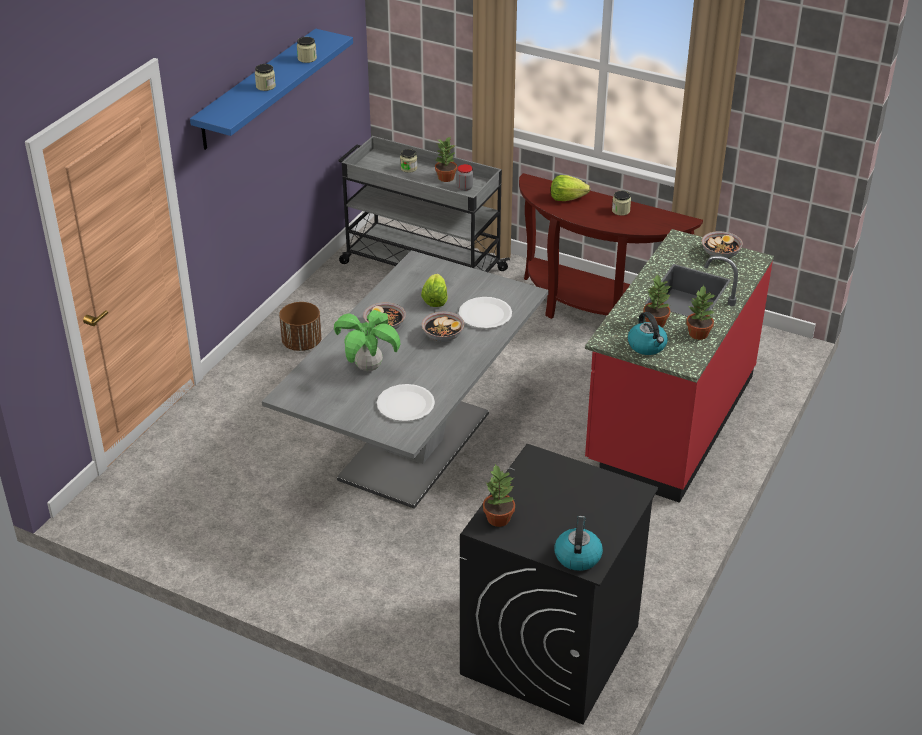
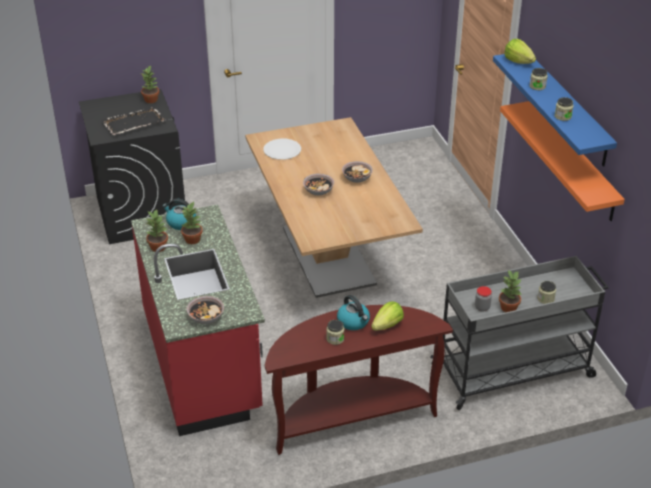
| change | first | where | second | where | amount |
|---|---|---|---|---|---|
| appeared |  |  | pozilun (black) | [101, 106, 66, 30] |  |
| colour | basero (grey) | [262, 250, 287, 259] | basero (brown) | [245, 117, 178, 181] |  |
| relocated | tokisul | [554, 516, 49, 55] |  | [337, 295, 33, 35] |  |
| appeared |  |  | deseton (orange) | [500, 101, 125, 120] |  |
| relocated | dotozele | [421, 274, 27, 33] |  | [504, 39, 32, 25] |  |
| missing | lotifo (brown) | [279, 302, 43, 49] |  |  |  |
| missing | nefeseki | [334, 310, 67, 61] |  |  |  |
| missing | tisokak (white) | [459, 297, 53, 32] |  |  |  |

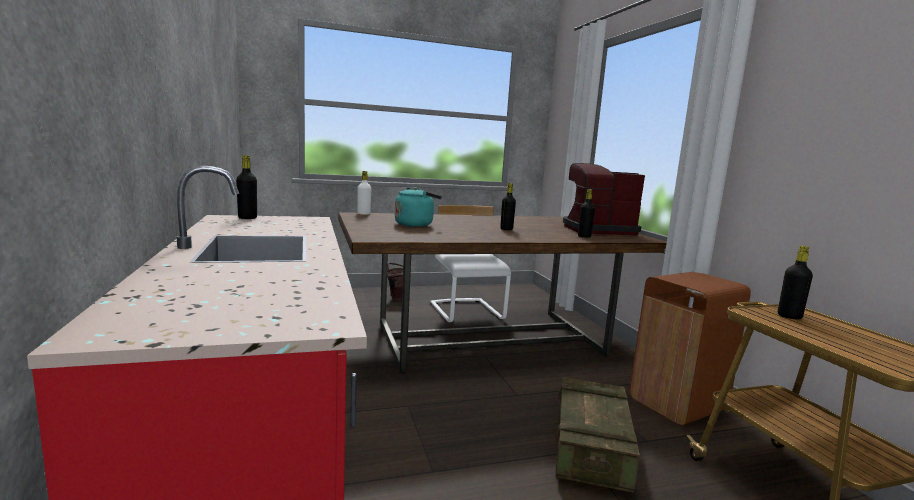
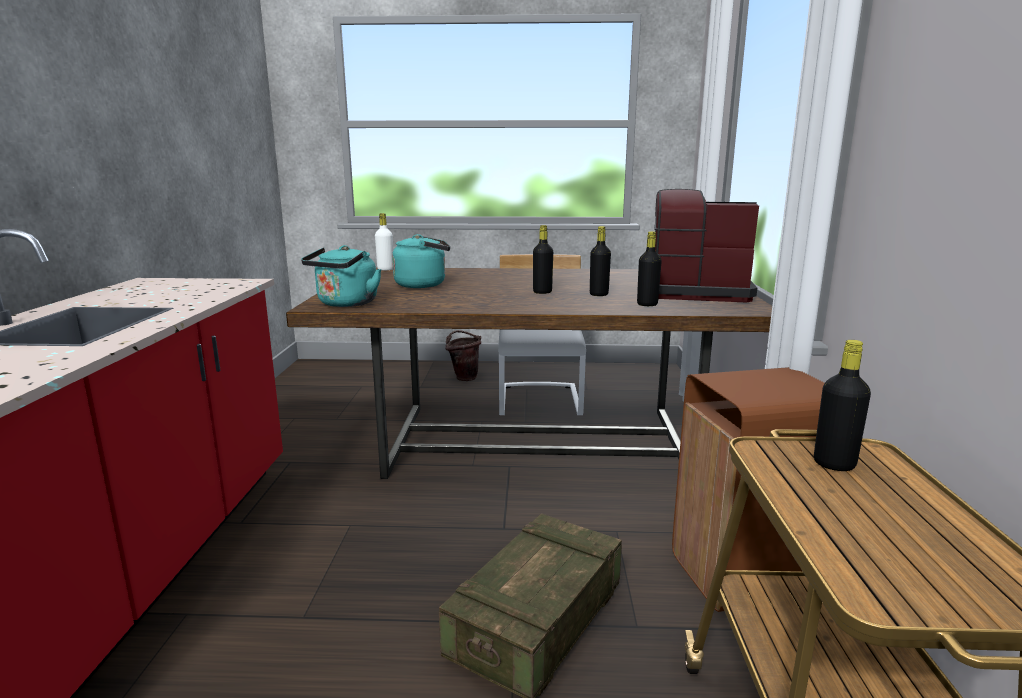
| change | first | where | second | where | amount |
|---|---|---|---|---|---|
| appeared |  |  | tokisul (turquoise) | [301, 245, 81, 62] |  |
| relocated | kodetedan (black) | [236, 155, 21, 64] |  | [590, 226, 21, 70] |  |

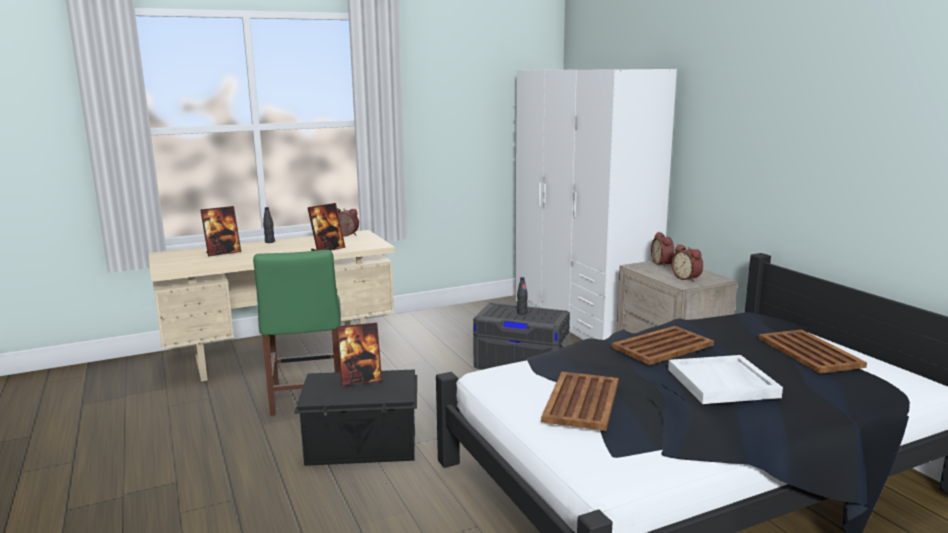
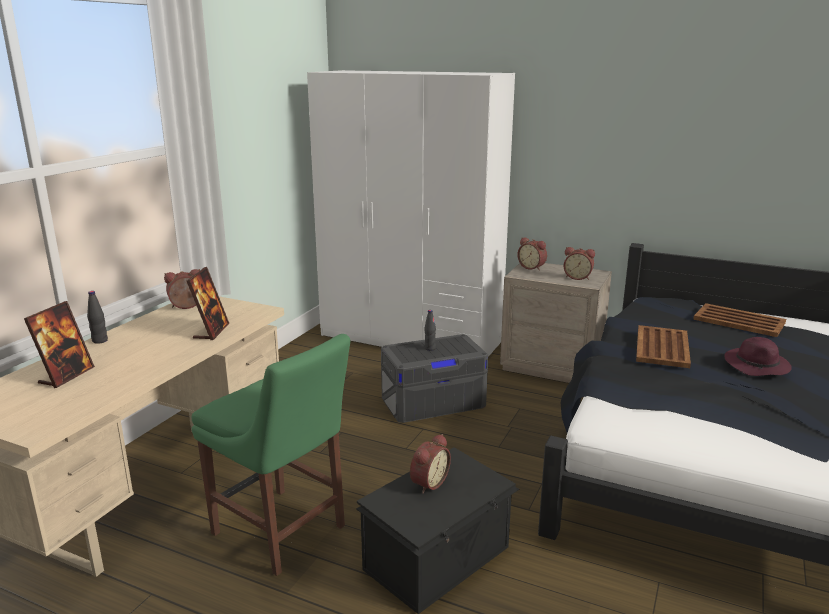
| change | first | where | second | where | amount |
|---|---|---|---|---|---|
| exchanged | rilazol | [337, 323, 45, 63] | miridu | [410, 434, 41, 59] |  |
| exchanged | pozilun (white) | [668, 355, 115, 49] | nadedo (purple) | [724, 337, 68, 39] |  |
| missing | pozilun (brown) | [541, 371, 78, 60] |  |  |  |

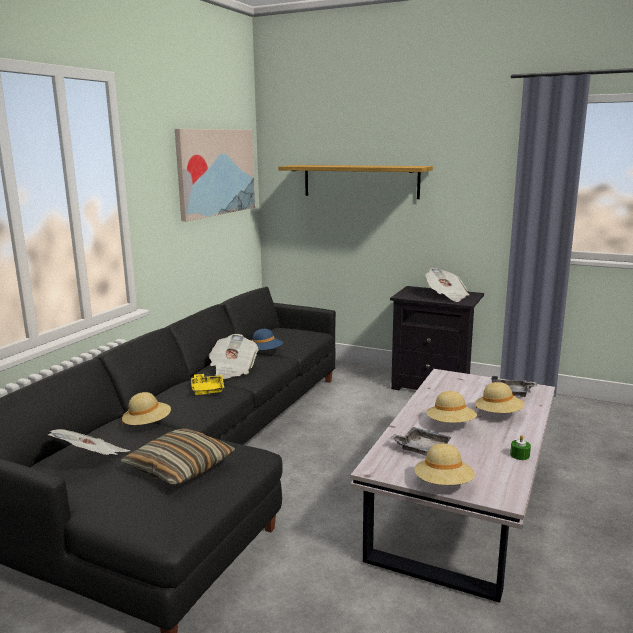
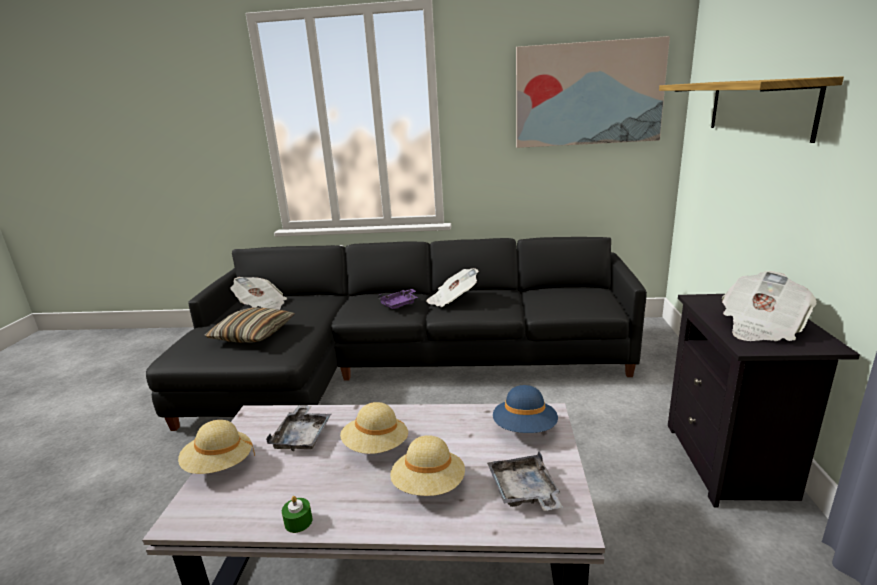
| change | first | where | second | where | amount |
|---|---|---|---|---|---|
| colour | pozilun (yellow) | [191, 374, 33, 21] | pozilun (purple) | [378, 289, 40, 20] |  |
| relocated | nadedo (blue) | [252, 329, 31, 21] |  | [493, 385, 65, 48] |  |
| missing | nadedo (beige) | [122, 392, 49, 34] |  |  |  |

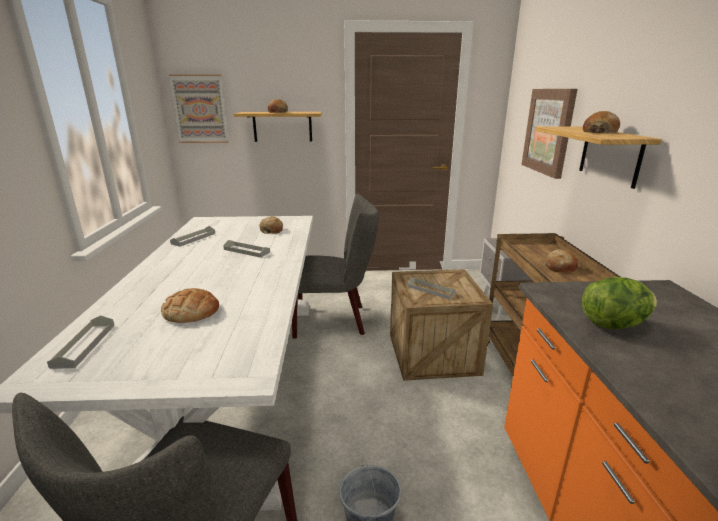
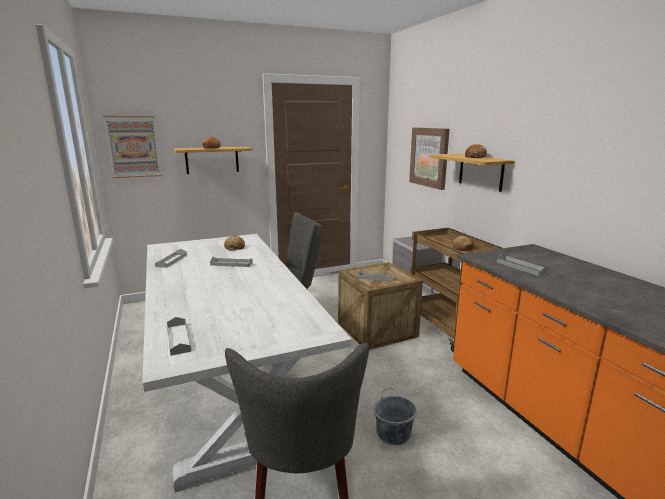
| change | first | where | second | where | amount |
|---|---|---|---|---|---|
| exchanged | dotozele | [582, 277, 75, 52] | pozilun (grey) | [497, 253, 53, 23] |  |
| missing | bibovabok | [161, 288, 58, 35] |  |  |  |

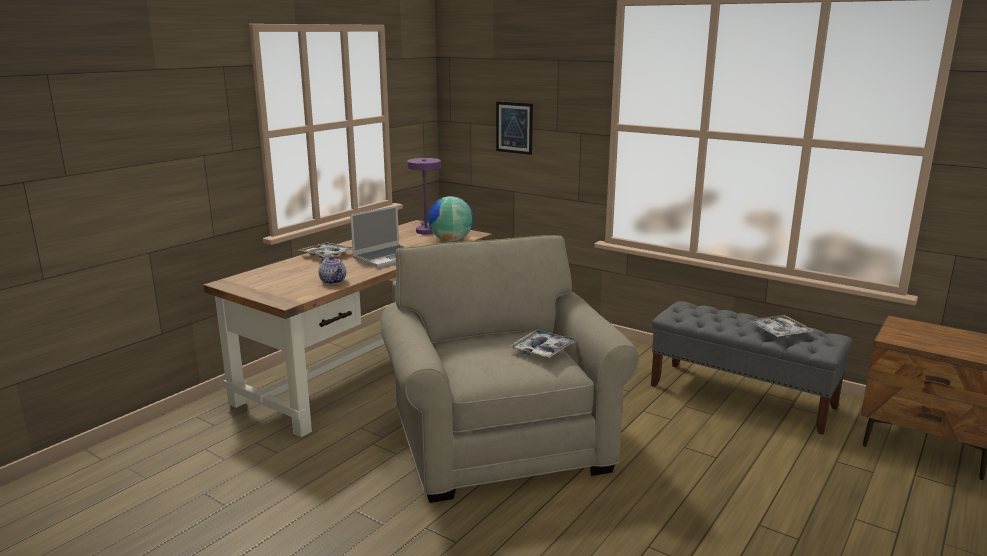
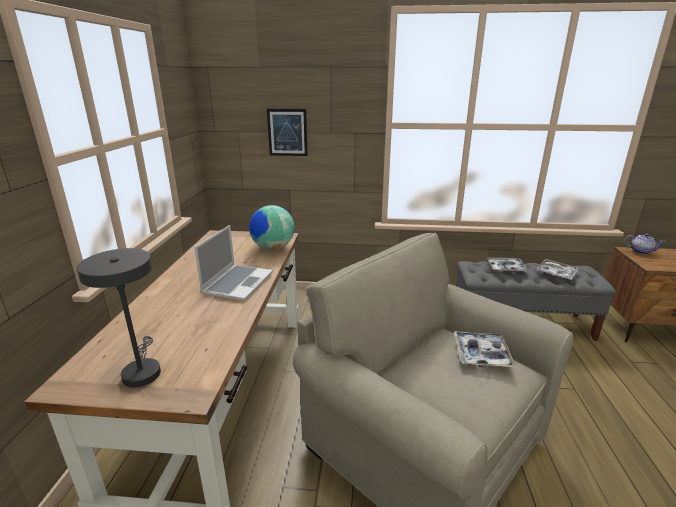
| change | first | where | second | where | amount |
|---|---|---|---|---|---|
| appeared |  |  | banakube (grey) | [77, 248, 84, 139] |  |
| relocated | pozilun | [300, 242, 52, 16] |  | [487, 257, 42, 15] |  |
| relocated | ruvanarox | [318, 256, 28, 29] |  | [624, 233, 41, 22] |  |
| missing | banakube (purple) | [407, 158, 34, 76] |  |  |  |

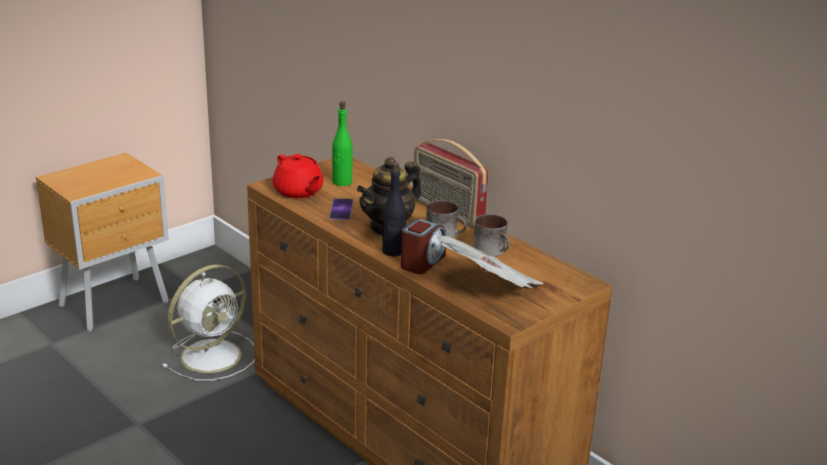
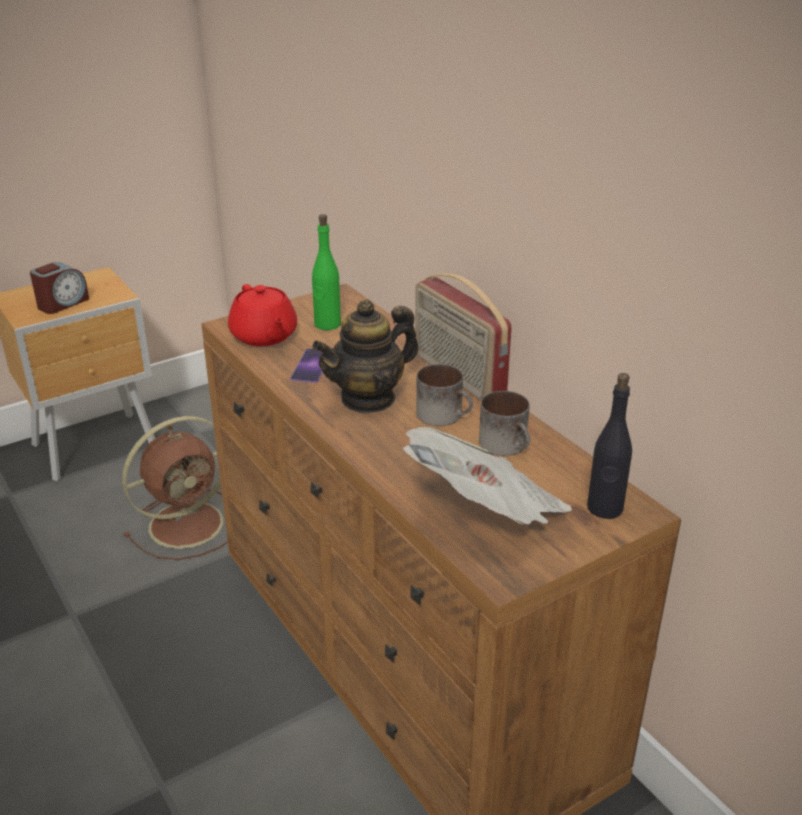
| change | first | where | second | where | amount |
|---|---|---|---|---|---|
| relocated | miridu | [401, 219, 46, 55] |  | [30, 262, 59, 52] |  |
| colour | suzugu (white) | [162, 264, 93, 117] | suzugu (brown) | [122, 416, 106, 144] |  |
| relocated | kodetedan (black) | [382, 162, 24, 94] |  | [587, 373, 45, 146] |  |

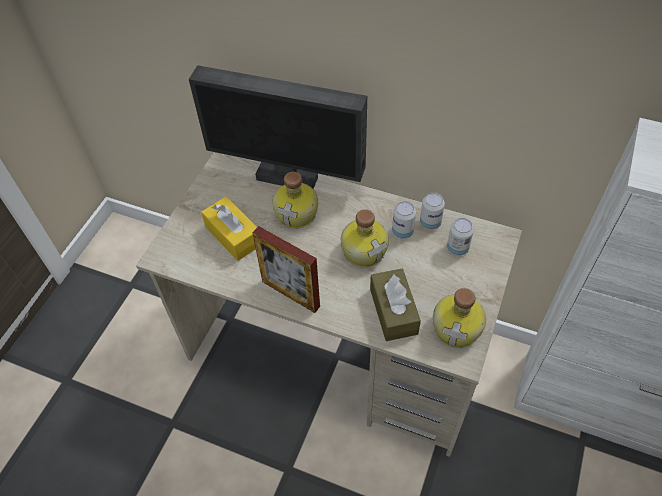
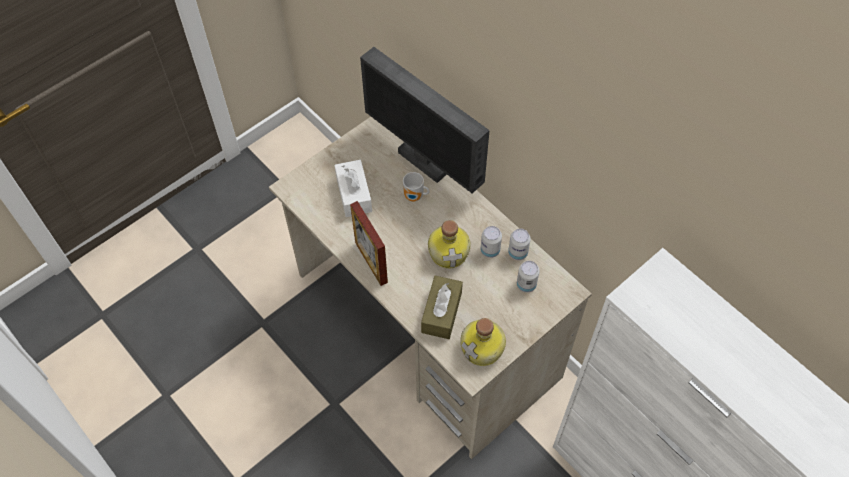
| change | first | where | second | where | amount |
|---|---|---|---|---|---|
| colour | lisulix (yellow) | [201, 197, 56, 64] | lisulix (white) | [335, 160, 37, 57] |  |
| exchanged | kodetedan | [272, 172, 46, 56] | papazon | [403, 172, 27, 30] |  |

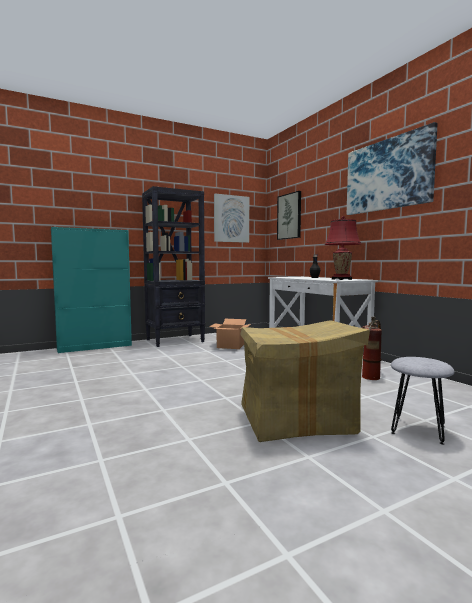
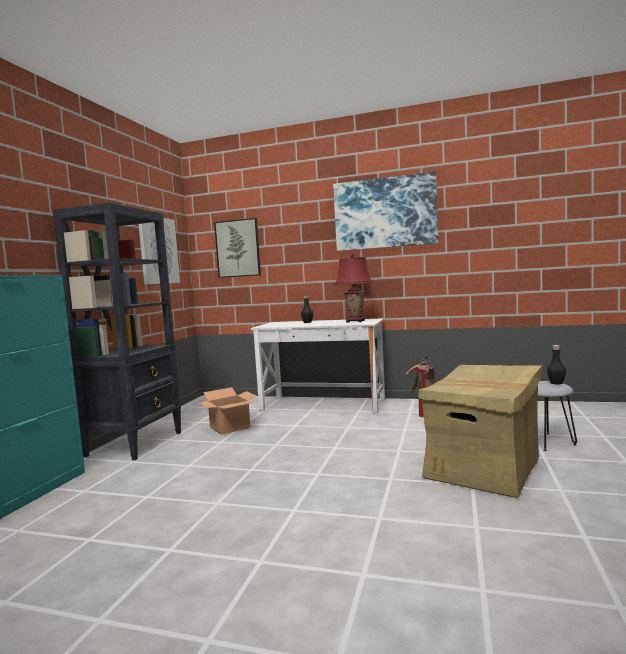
| change | first | where | second | where | amount |
|---|---|---|---|---|---|
| appeared |  |  | kodetedan (black) | [547, 345, 19, 40] |  |

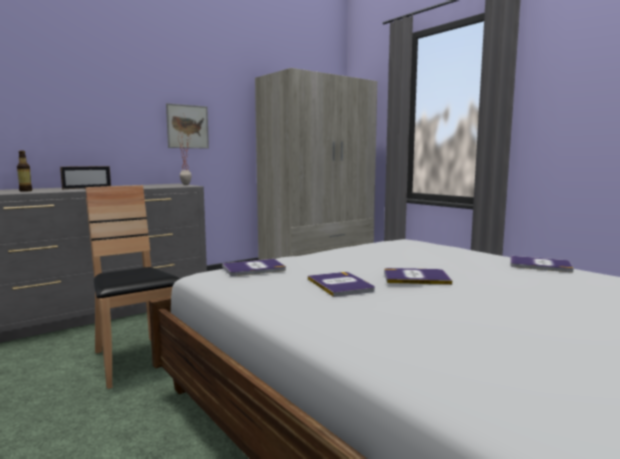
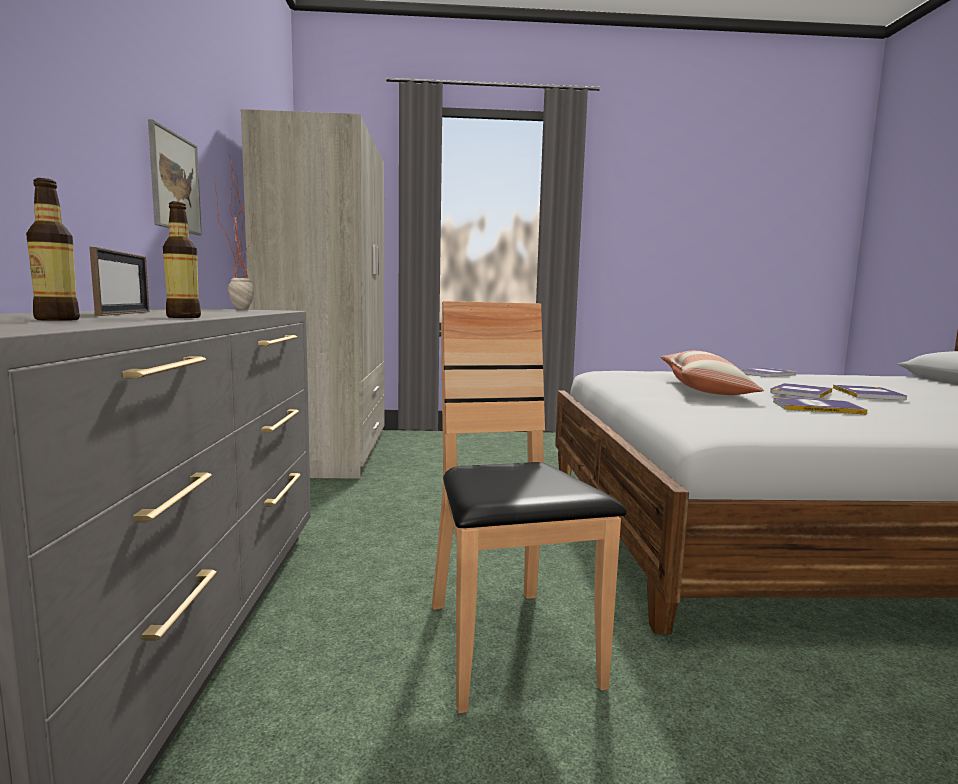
| change | first | where | second | where | amount |
|---|---|---|---|---|---|
| appeared |  |  | kodetedan | [163, 201, 38, 117] |  |
| spun | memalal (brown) | [86, 185, 94, 204] |  | [432, 301, 195, 412] | 75 degrees clockwise |
| appeared |  |  | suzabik | [661, 351, 103, 44] |  |
| relocated | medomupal | [222, 259, 64, 17] |  | [833, 385, 74, 15] |  |

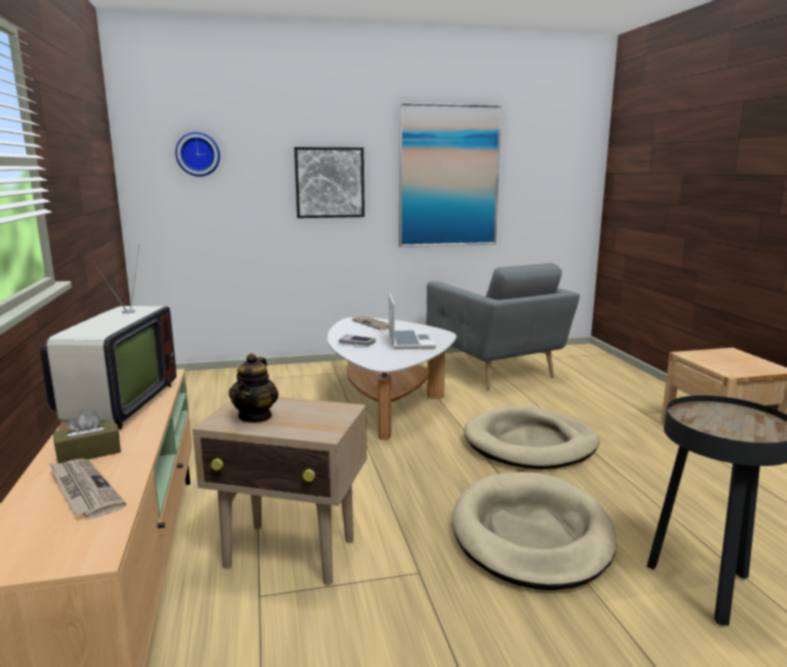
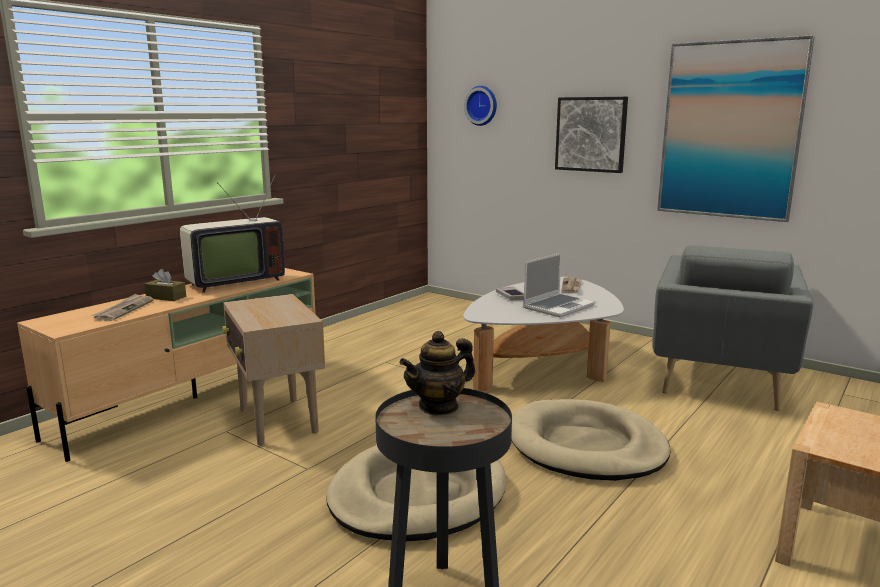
| change | first | where | second | where | amount |
|---|---|---|---|---|---|
| relocated | ruvanarox | [229, 353, 50, 70] |  | [399, 331, 76, 85] |  |

